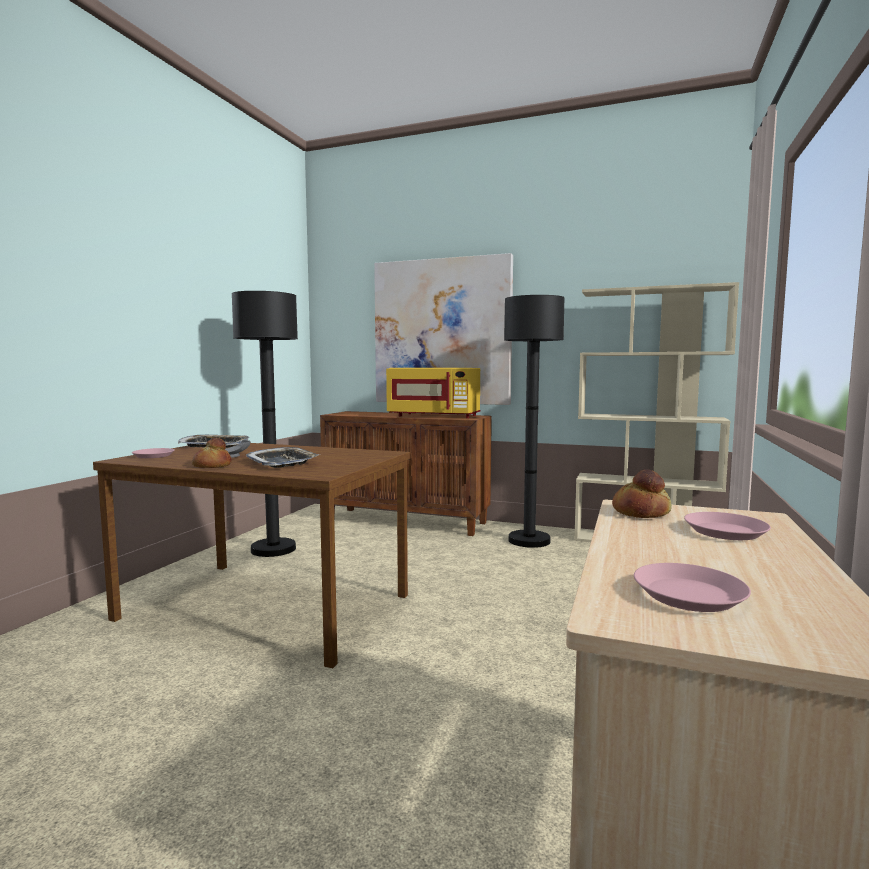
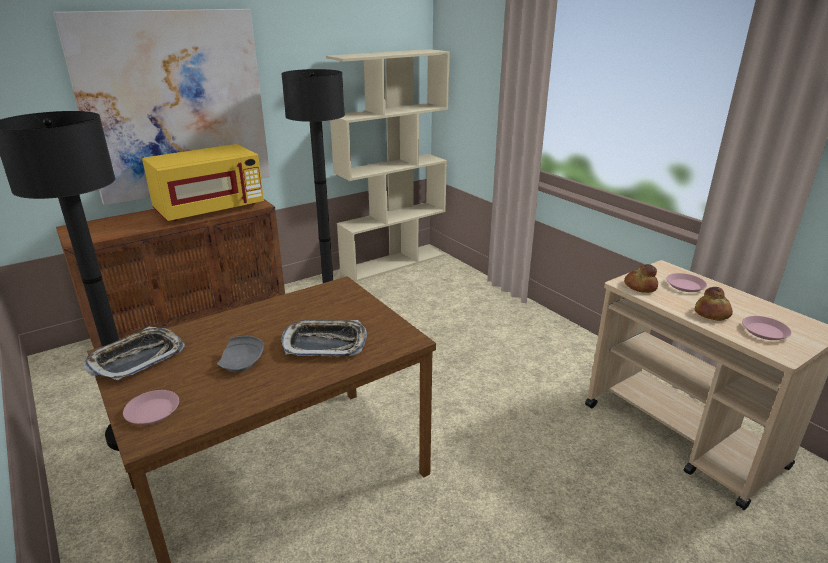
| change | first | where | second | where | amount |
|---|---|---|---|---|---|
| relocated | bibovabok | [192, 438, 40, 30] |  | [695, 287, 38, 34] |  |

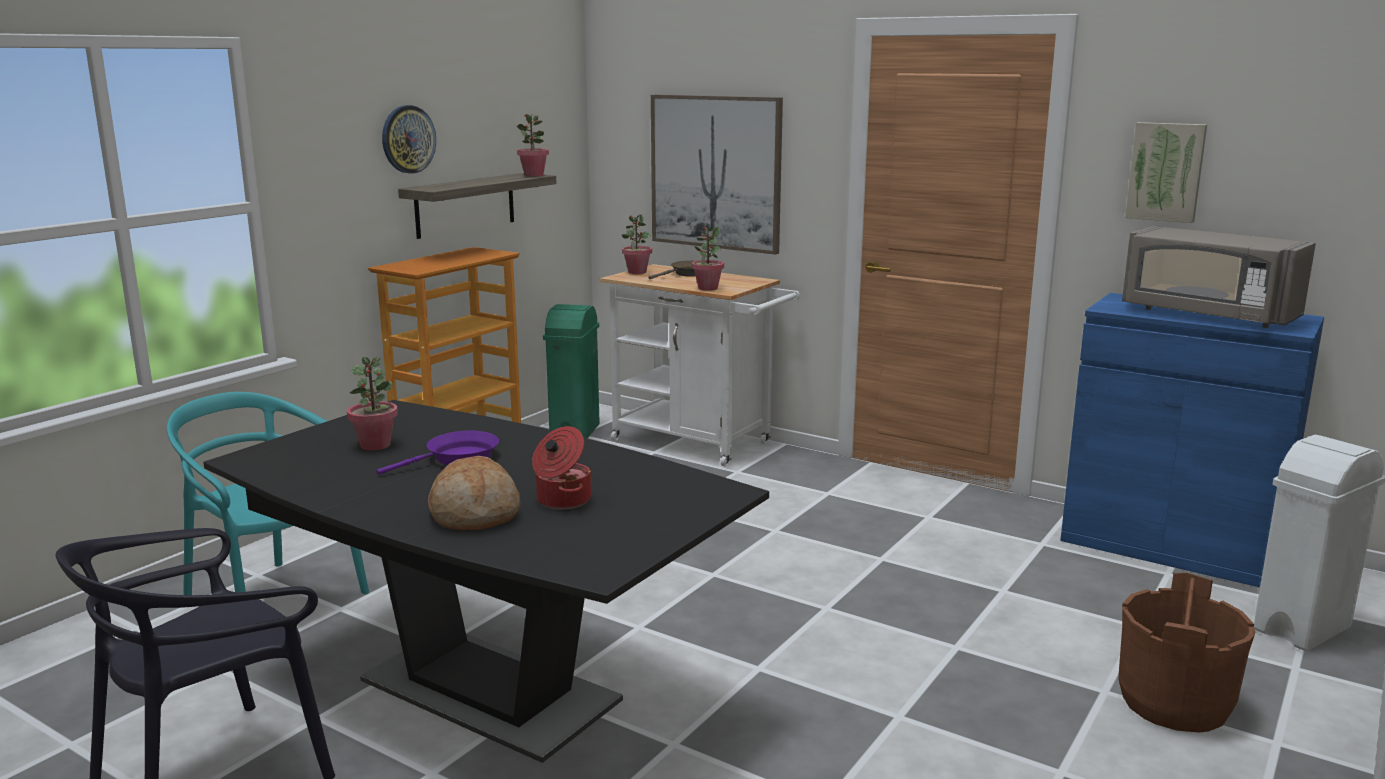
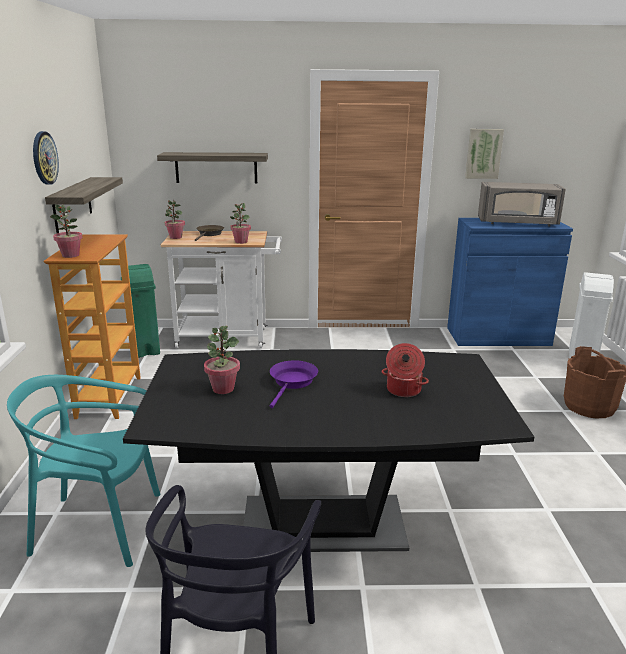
| change | first | where | second | where | amount |
|---|---|---|---|---|---|
| relocated | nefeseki | [517, 114, 32, 62] |  | [50, 204, 33, 54] |  |
| exchanged | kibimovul | [651, 95, 132, 160] | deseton | [157, 152, 111, 31] |  |
| missing | bibovabok | [428, 456, 92, 74] |  |  |  |

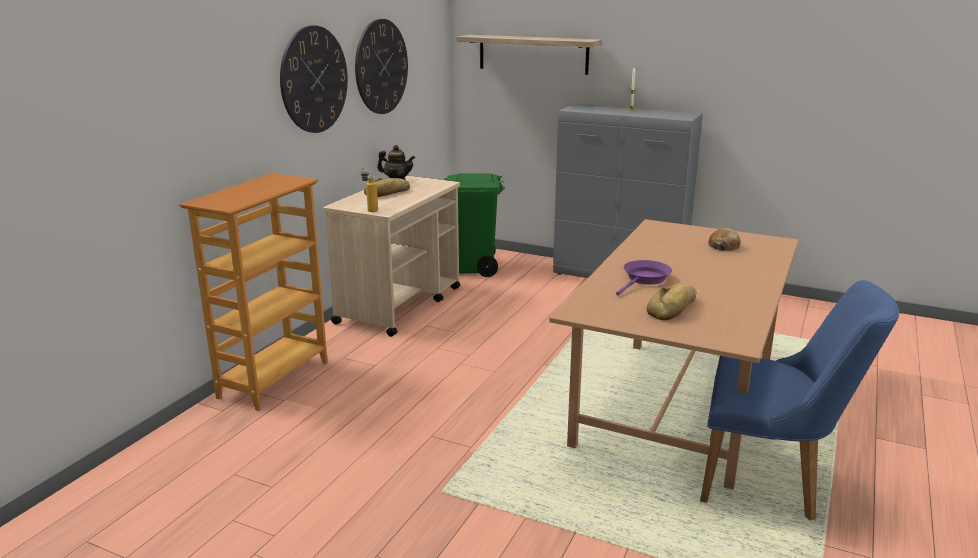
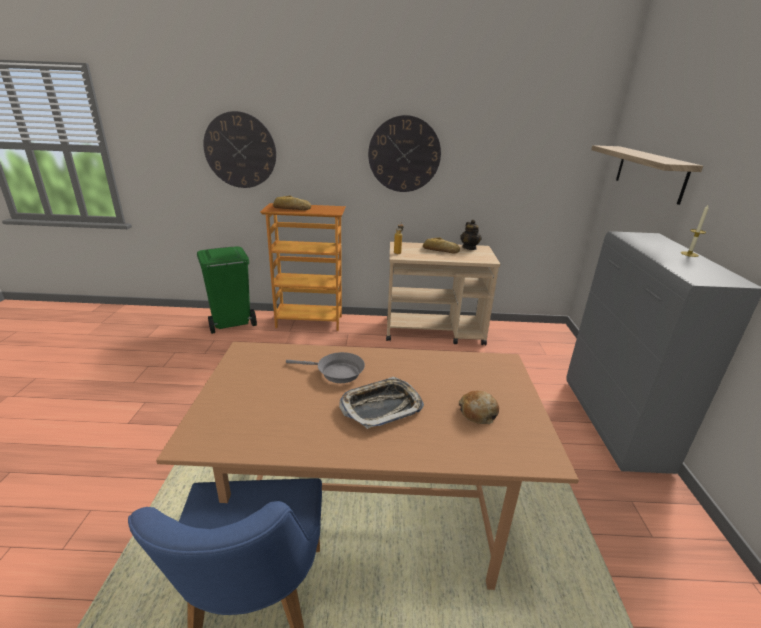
| change | first | where | second | where | amount |
|---|---|---|---|---|---|
| relocated | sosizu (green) | [444, 173, 61, 104] |  | [197, 247, 60, 87] |  |
| relocated | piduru | [355, 19, 53, 95] |  | [203, 111, 73, 77] |  |
| relocated | bibovabok | [647, 283, 50, 37] |  | [273, 196, 38, 14] |  |
| colour | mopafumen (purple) | [616, 260, 56, 35] | mopafumen (grey) | [286, 352, 79, 31] |  |
| appeared |  |  | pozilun | [339, 377, 85, 52] |  |

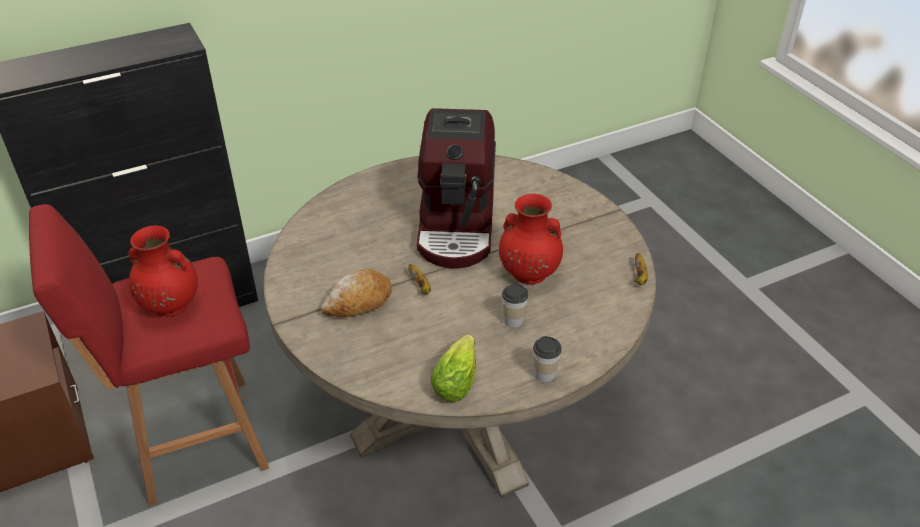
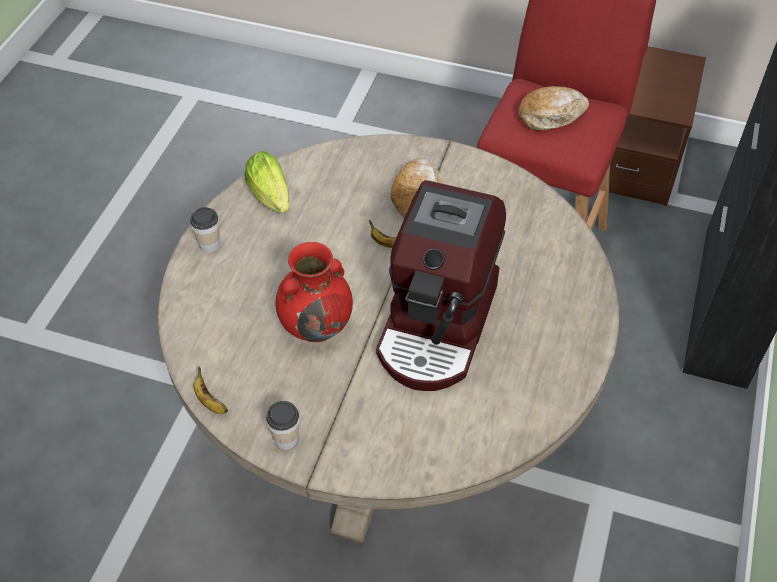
| change | first | where | second | where | amount |
|---|---|---|---|---|---|
| relocated | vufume | [502, 284, 26, 43] |  | [266, 401, 33, 49] |  |
| spun | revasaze | [416, 108, 80, 161] |  | [376, 180, 130, 211] | 120 degrees counterclockwise |
| exchanged | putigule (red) | [128, 225, 70, 92] | bibovabok | [518, 86, 71, 45] |  |

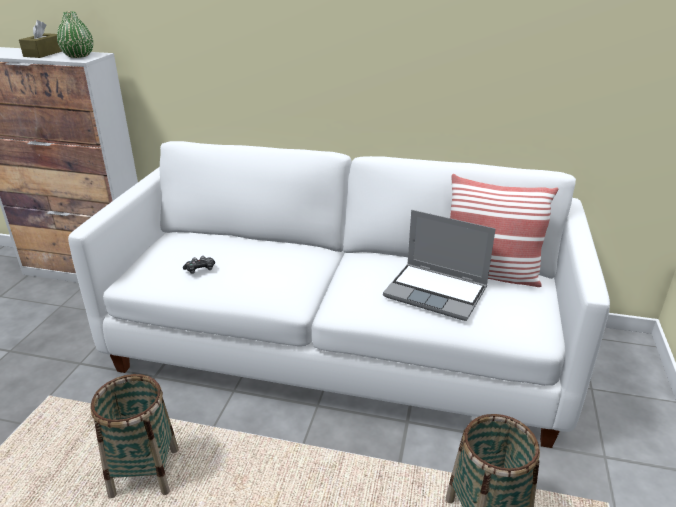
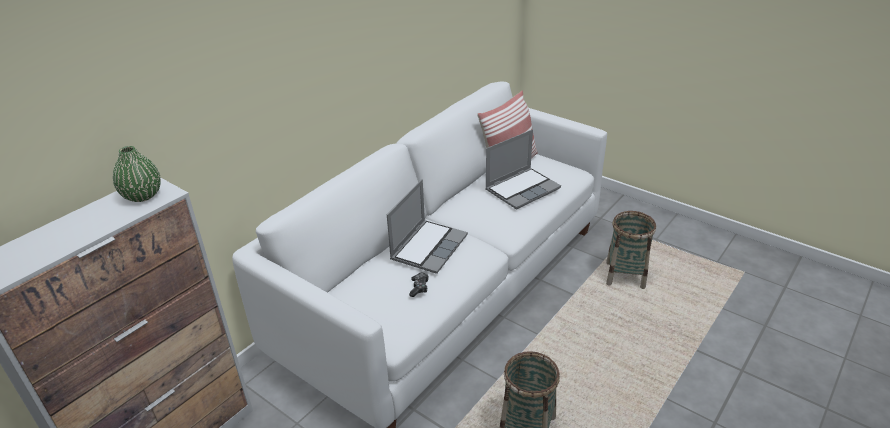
| change | first | where | second | where | amount |
|---|---|---|---|---|---|
| appeared |  |  | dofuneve | [387, 179, 81, 95] |  |
| missing | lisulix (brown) | [19, 20, 43, 38] |  |  |  |

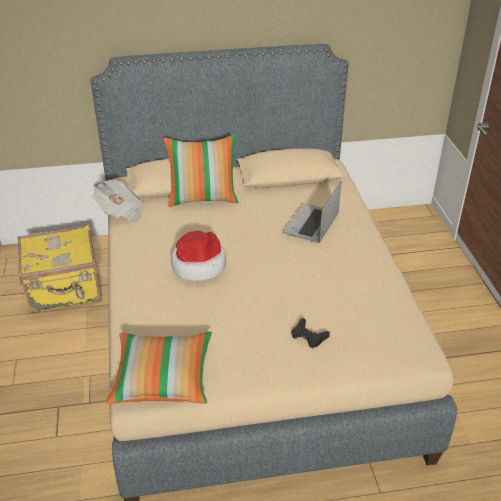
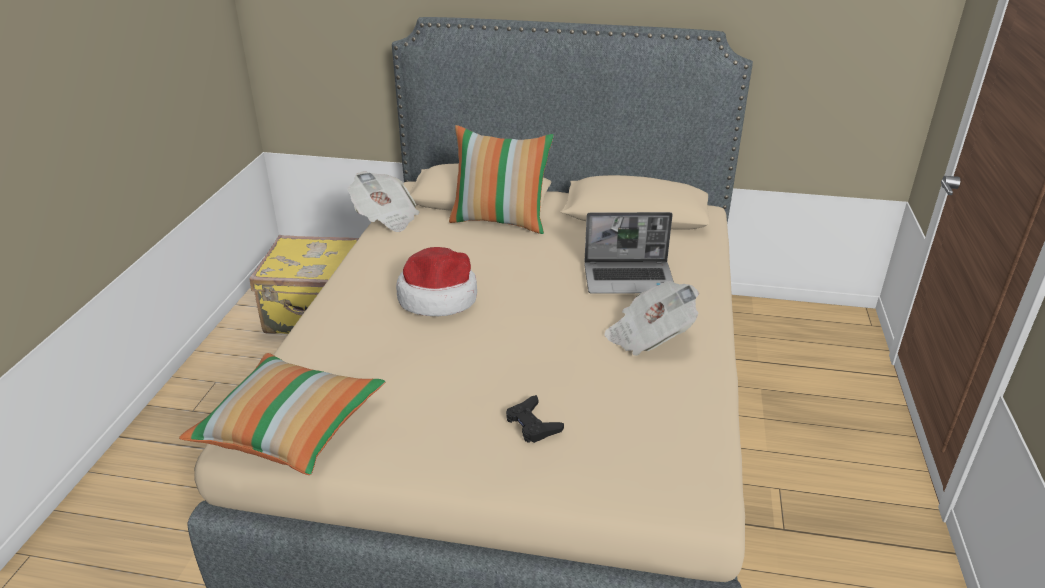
| change | first | where | second | where | amount |
|---|---|---|---|---|---|
| spun | dofuneve | [283, 181, 58, 62] |  | [584, 212, 90, 82] | 135 degrees counterclockwise |
| appeared |  |  | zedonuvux | [605, 281, 94, 75] |  |

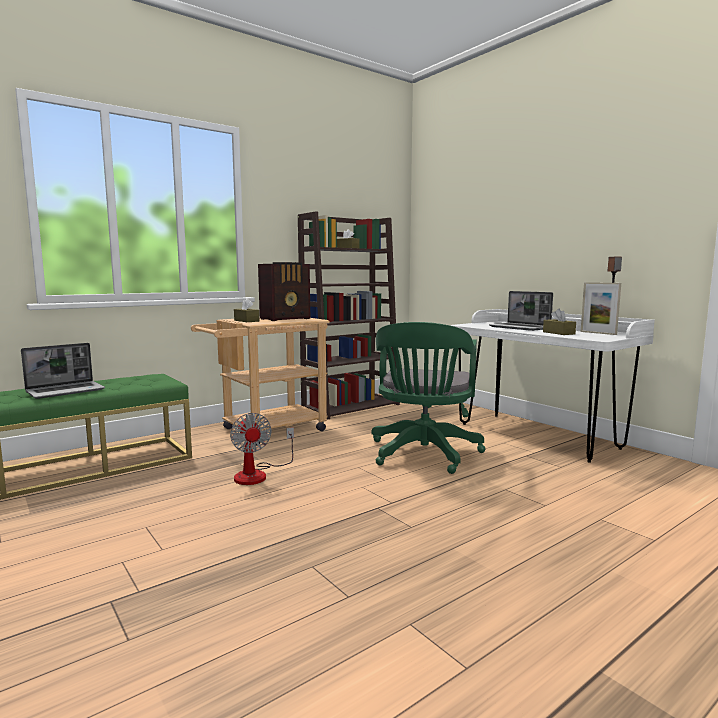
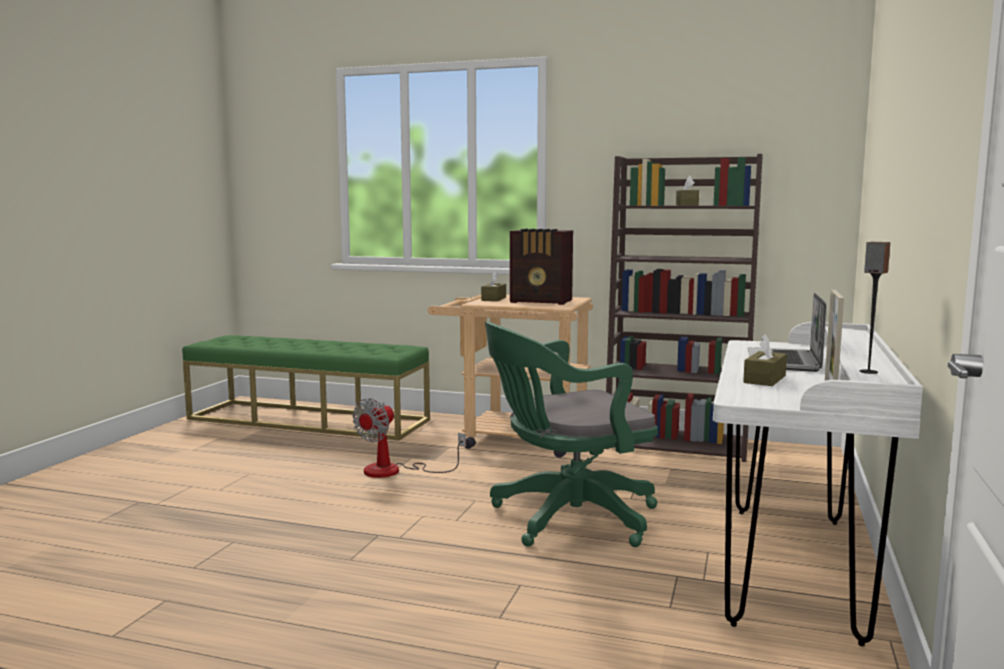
| change | first | where | second | where | amount |
|---|---|---|---|---|---|
| missing | dofuneve | [21, 343, 84, 56] |  |  |  |

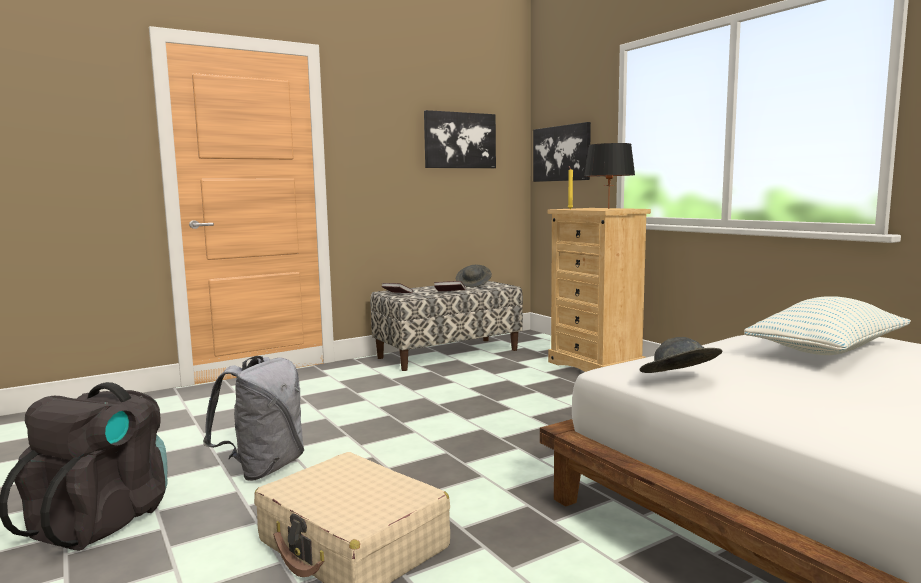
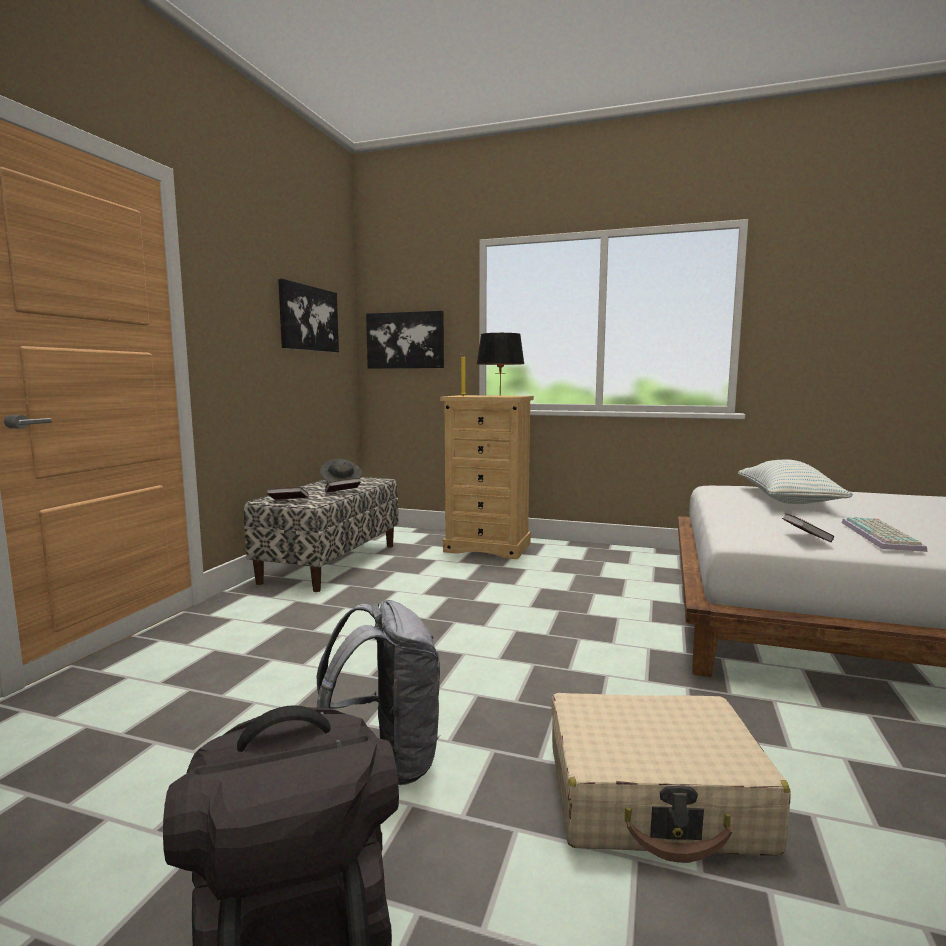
| change | first | where | second | where | amount |
|---|---|---|---|---|---|
| exchanged | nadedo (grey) | [640, 337, 82, 36] | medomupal | [782, 513, 52, 29] |  |
| appeared |  |  | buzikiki | [842, 517, 86, 35] |  |

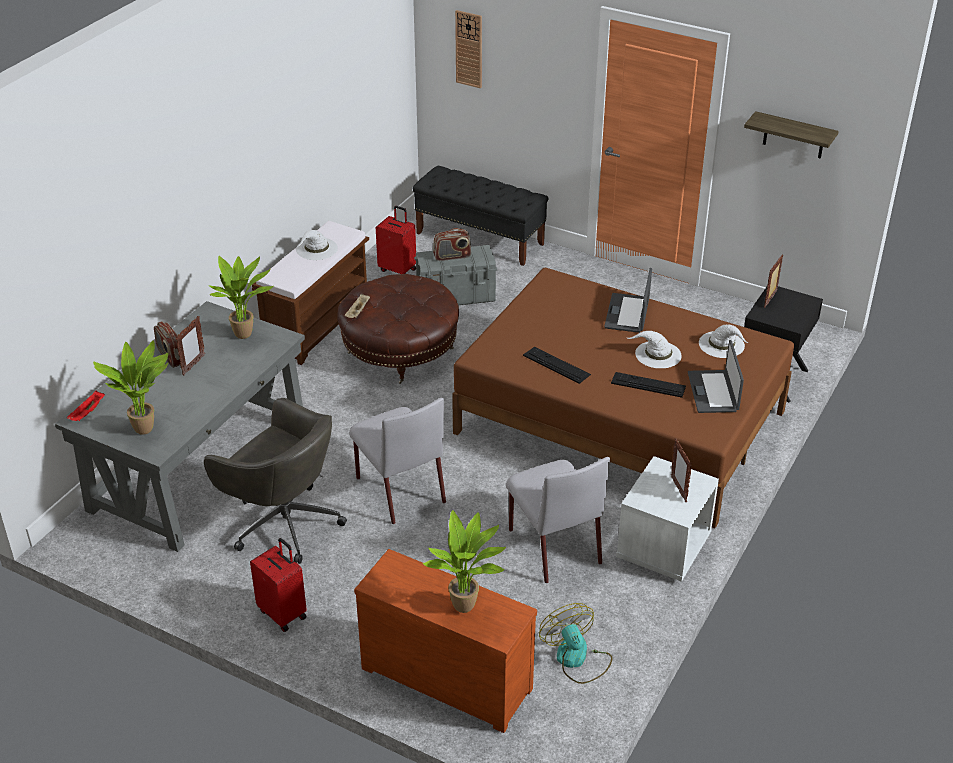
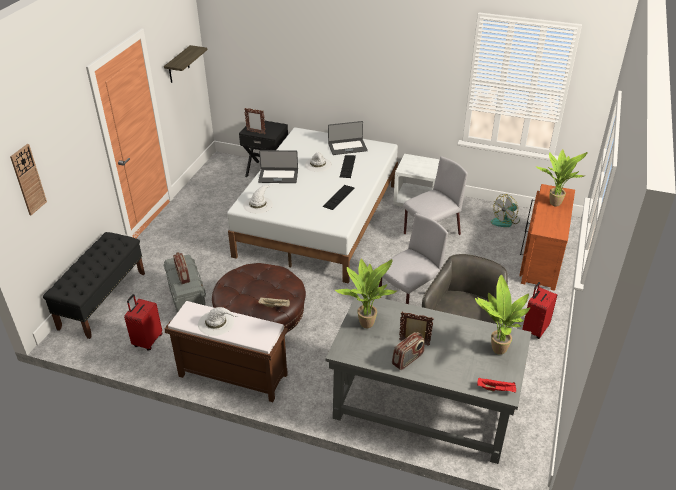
| change | first | where | second | where | amount |
|---|---|---|---|---|---|
| colour | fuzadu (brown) | [452, 268, 342, 261] | fuzadu (white) | [227, 127, 171, 156] |  |
| relocated | nadedo (white) | [699, 325, 49, 33] |  | [243, 185, 30, 29] |  |
| missing | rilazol | [671, 438, 21, 64] |  |  |  |

